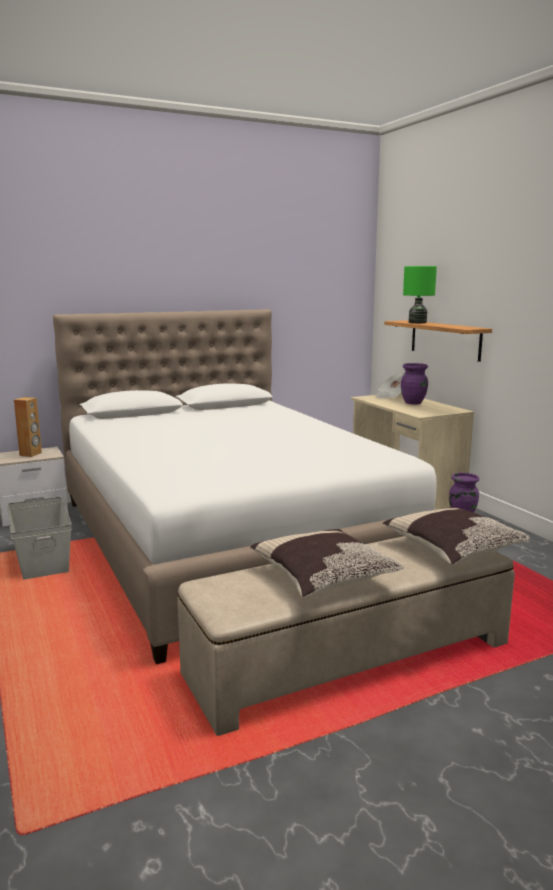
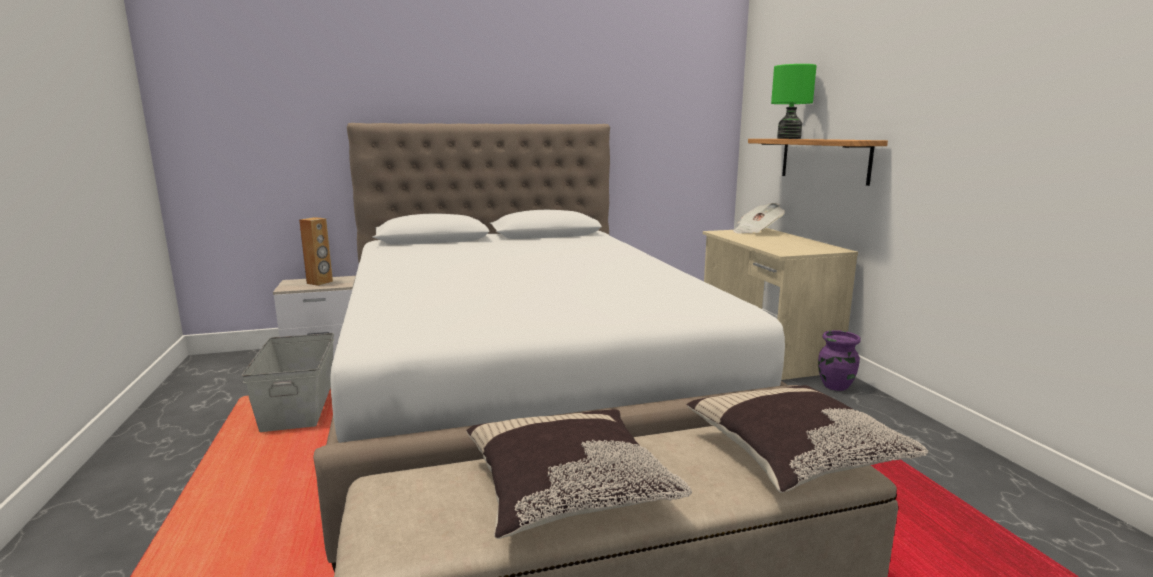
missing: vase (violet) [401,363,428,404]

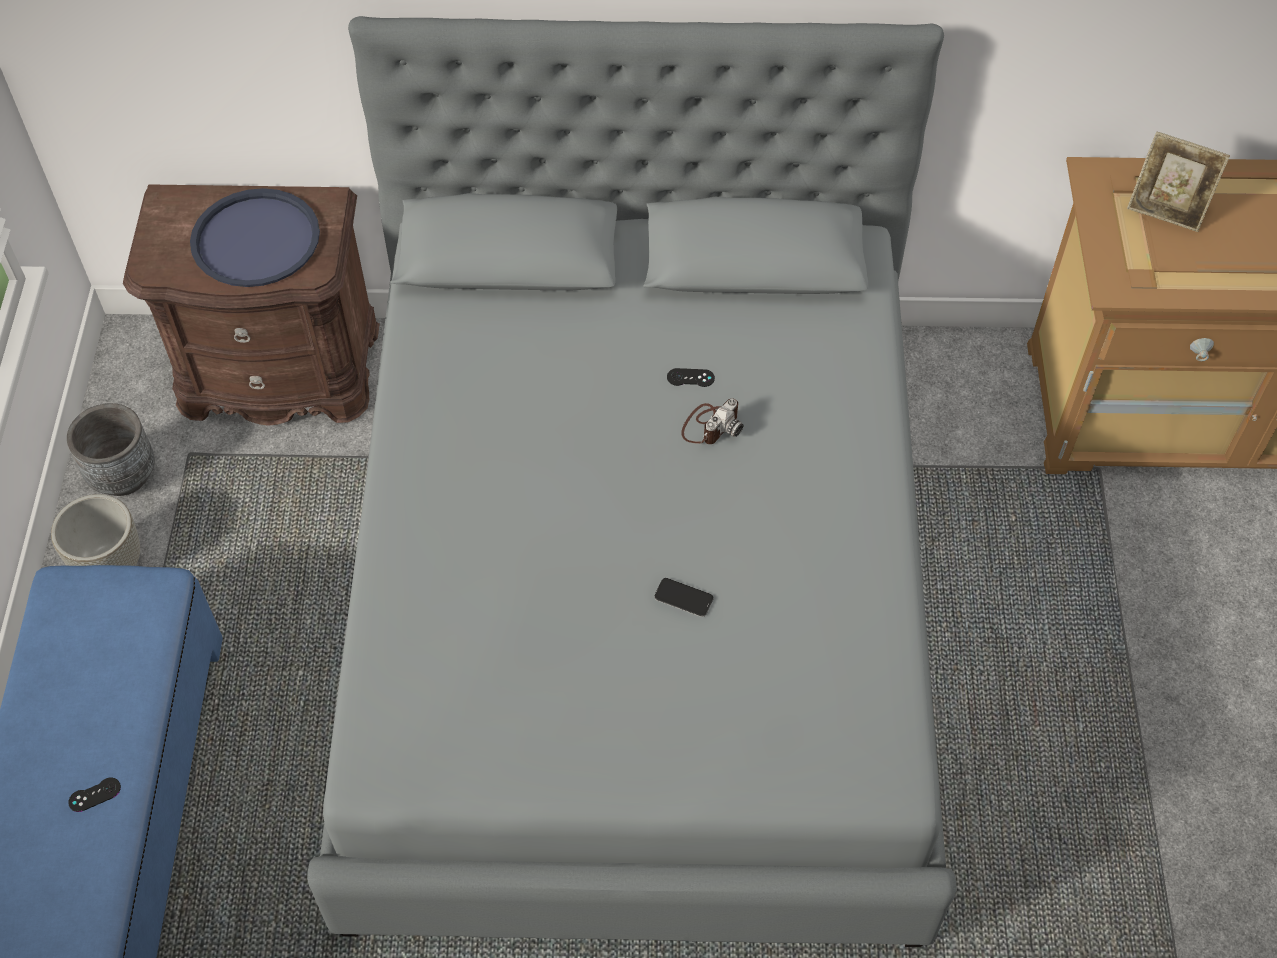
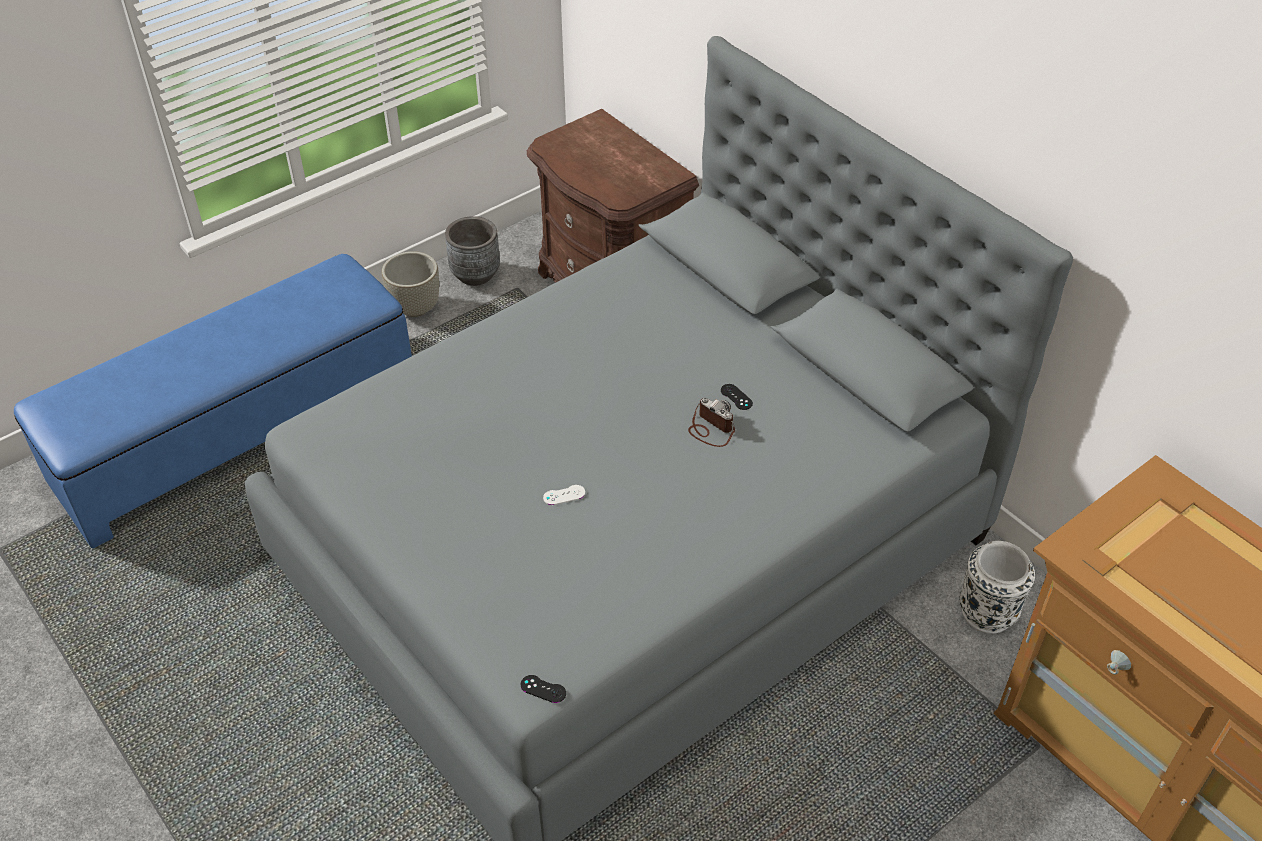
missing: plateau (bleu) [190,188,320,287]; cadre photo [1127,131,1230,232]
appeared: vase (blanc) [959,541,1035,634]
relocated: manette (noir) [68,778,121,812] to [521,675,566,703]
exchanged: téléphone [654,578,714,617] to manette (blanc) [543,485,585,505]
spun: appareil photo [681,399,743,444] = [688,398,735,447] 135 degrees counterclockwise

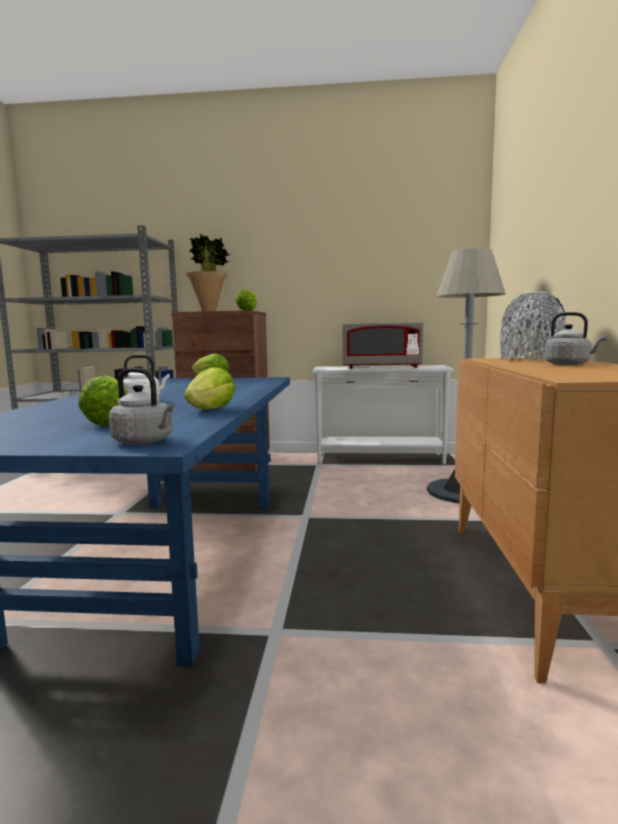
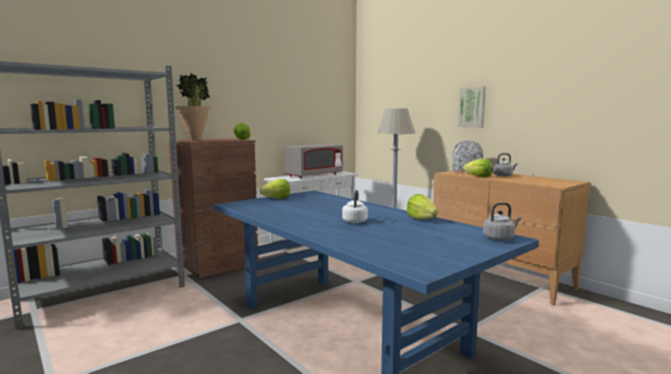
appeared: tableau [458,86,486,128]
relocated: laitue [78,375,127,426] to [463,159,493,177]

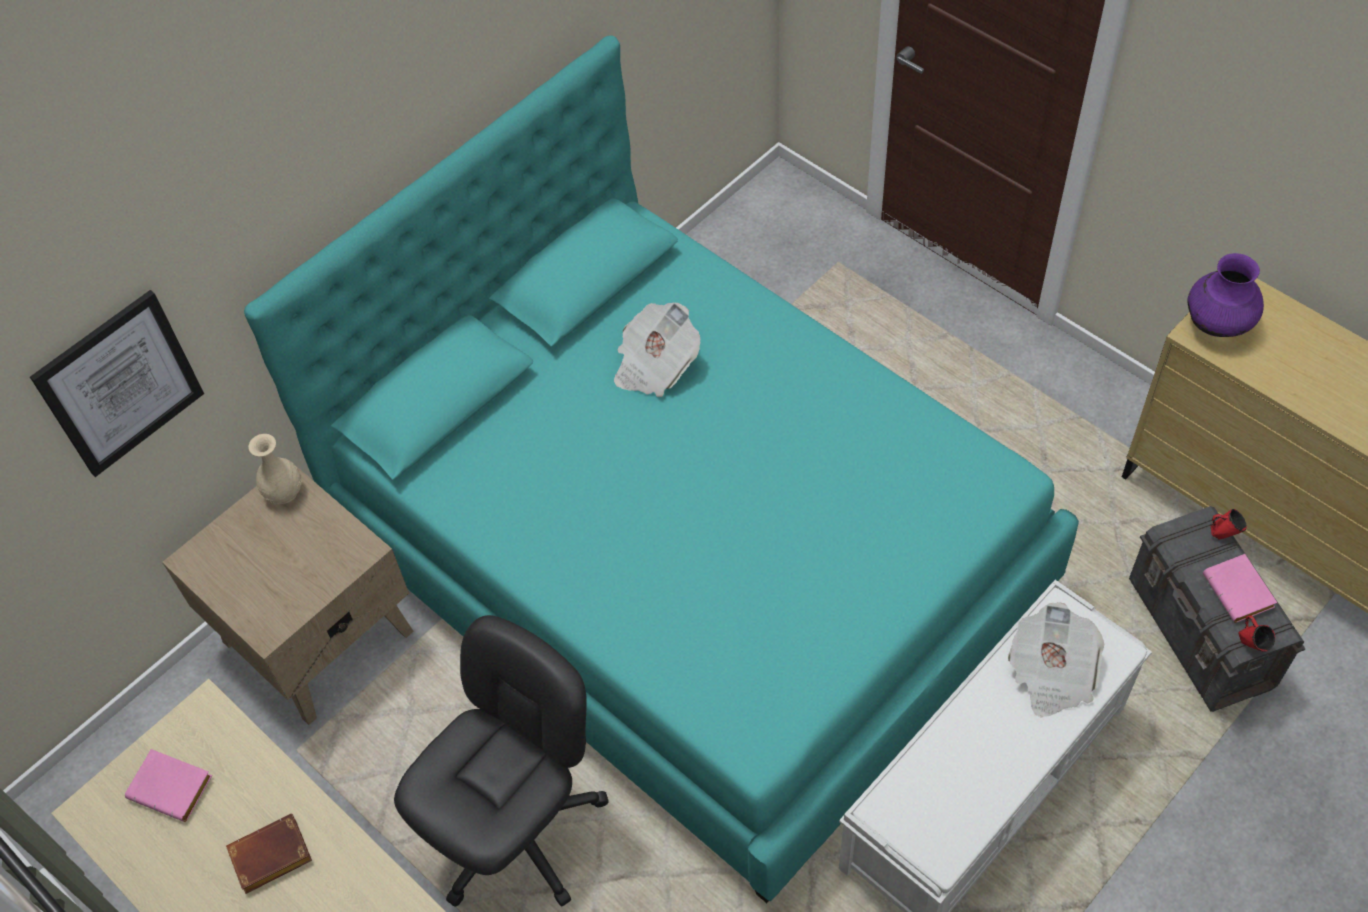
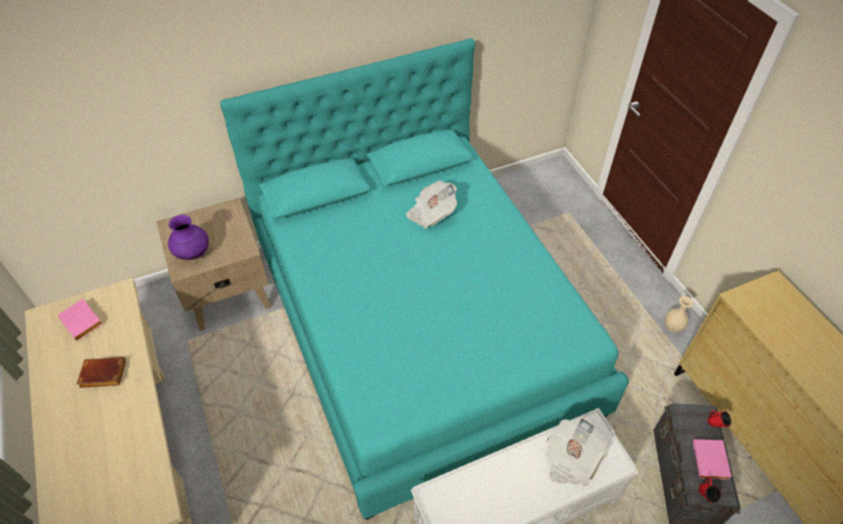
missing: tableau [30,290,204,477]; chaise de bureau (noir) [394,615,609,907]
relocated: vase (violet) [1187,253,1264,337] to [168,215,209,260]; vase (beige) [248,434,302,504] to [665,296,694,332]

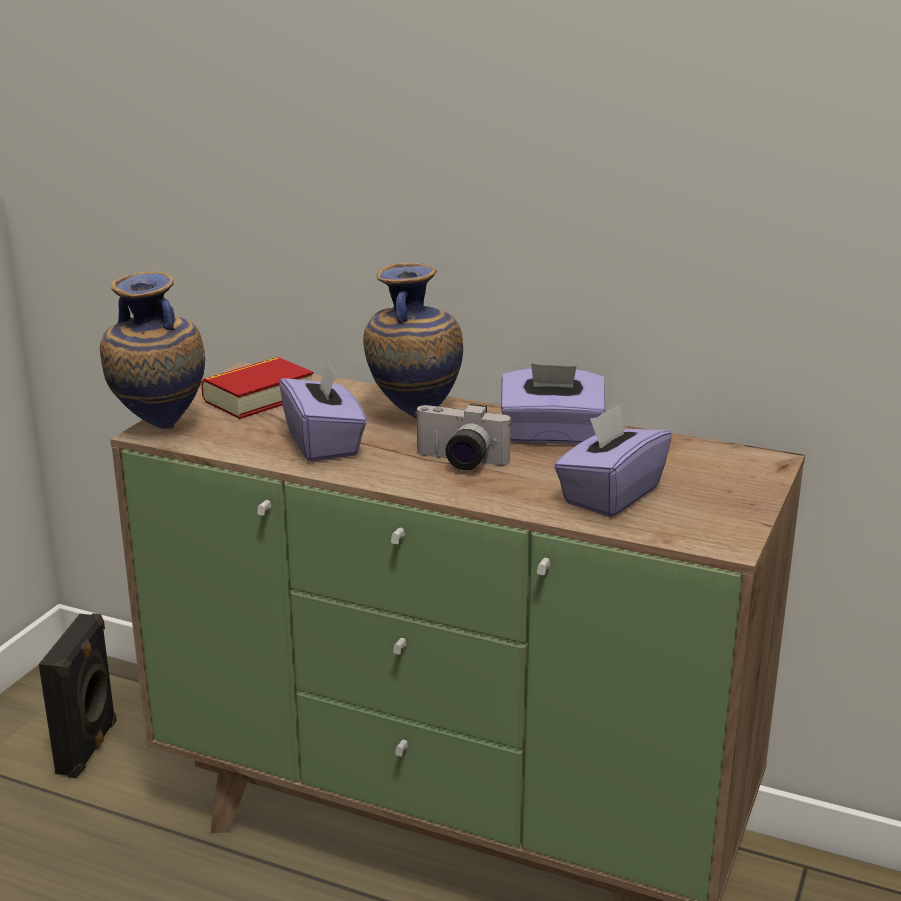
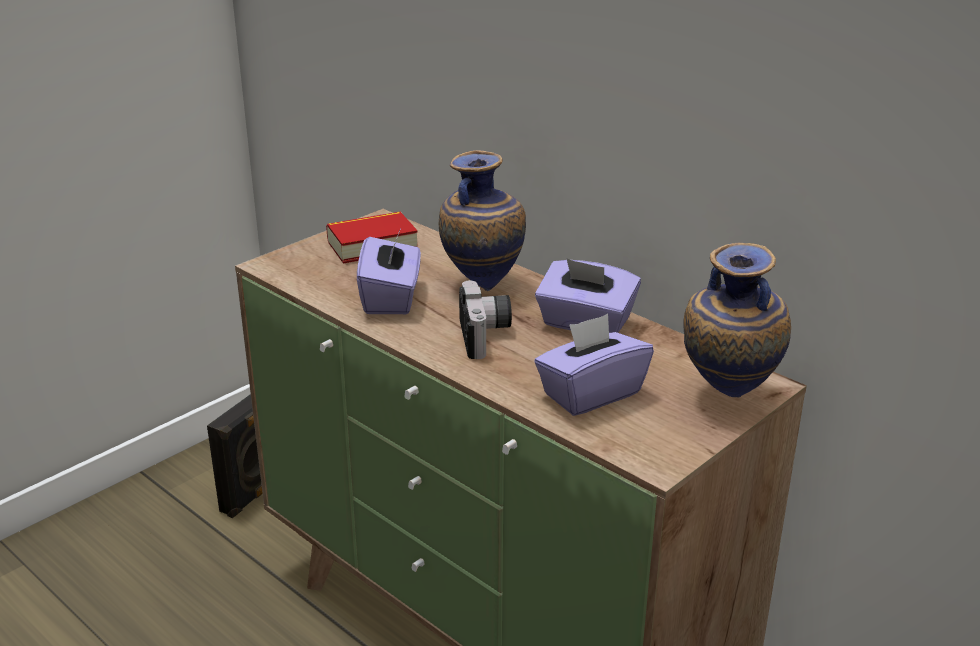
relocated: vase [100,271,205,429] to [684,243,791,397]
spun: appareil photo [414,404,511,470] = [459,280,512,359] 135 degrees counterclockwise

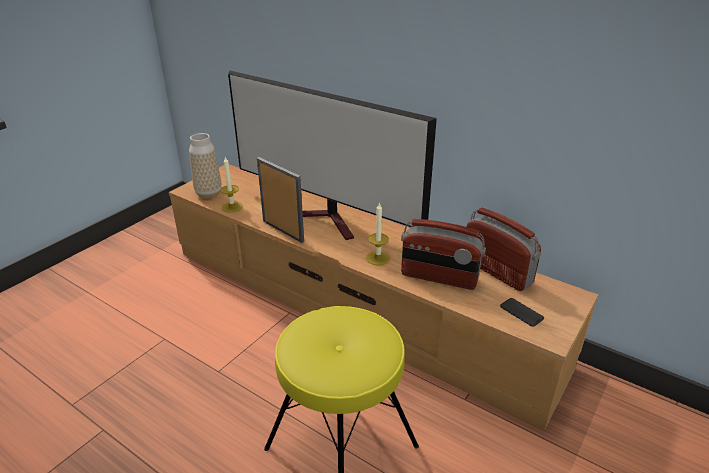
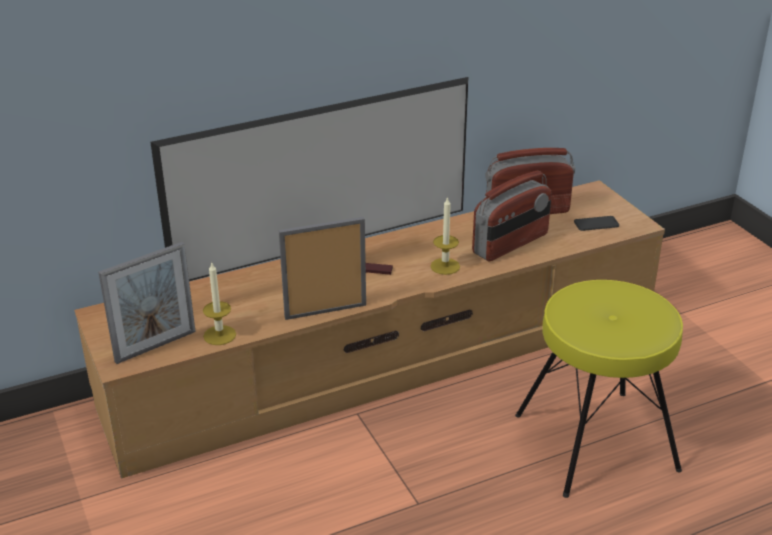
exchanged: vase [189,133,222,198] to cadre photo [98,242,196,364]

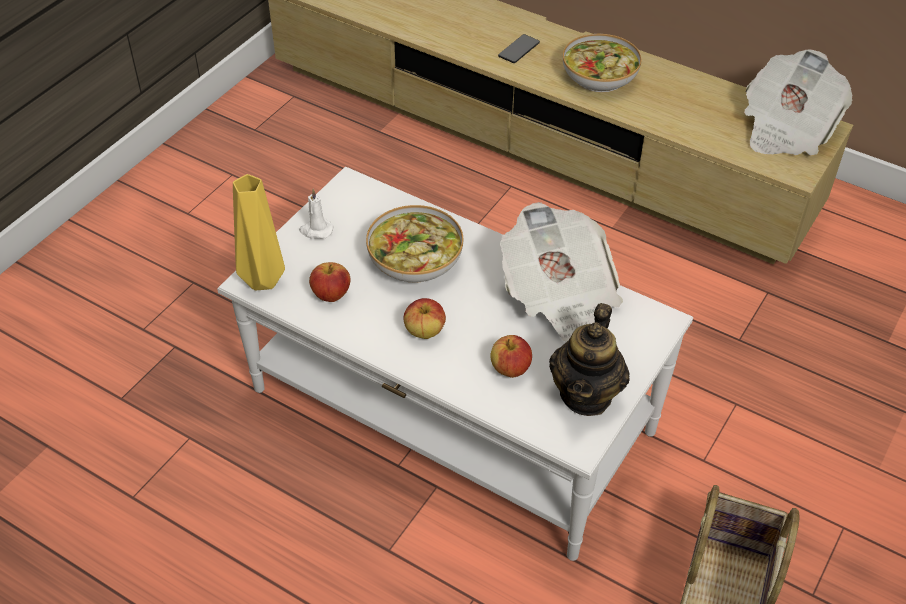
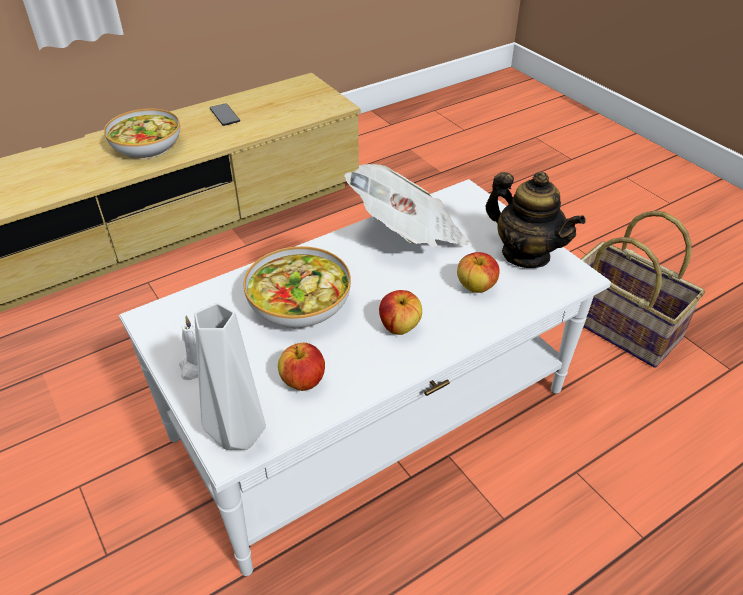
missing: journal [744,49,852,156]
relocated: téléphone [498,34,540,63] to [210,103,240,126]
colour: vase (jaune) [233,174,285,290] to vase (gris) [194,303,266,450]

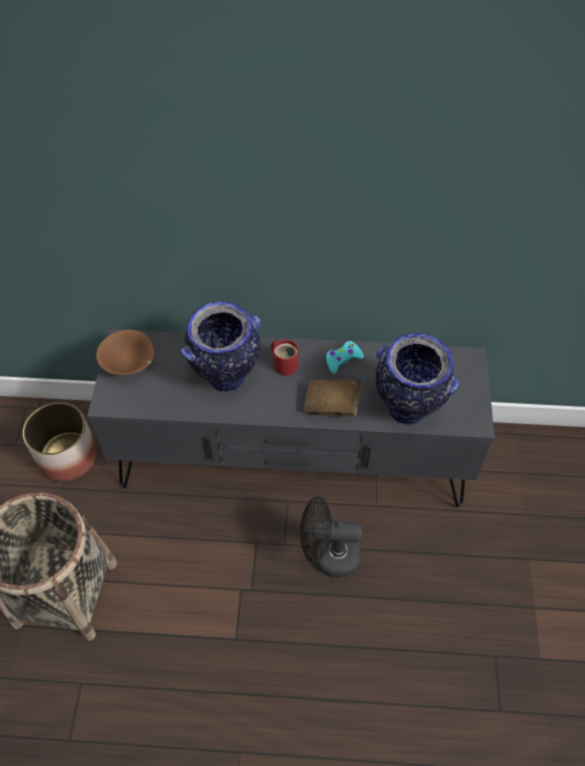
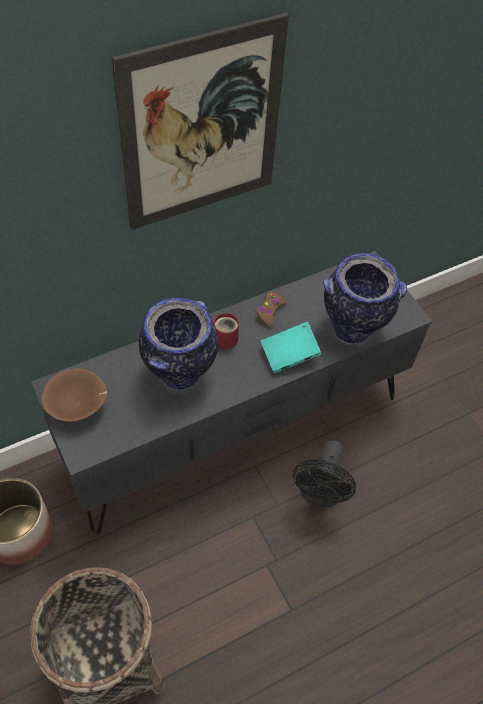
appeared: tableau [112,13,289,230]
colour: manette (turquoise) [325,341,364,374] to manette (marron) [256,292,287,328]; livre (marron) [304,379,361,417] to livre (turquoise) [261,322,321,373]
spun: ventilateur (noir) [300,496,362,578] = [293,440,356,508] 45 degrees counterclockwise

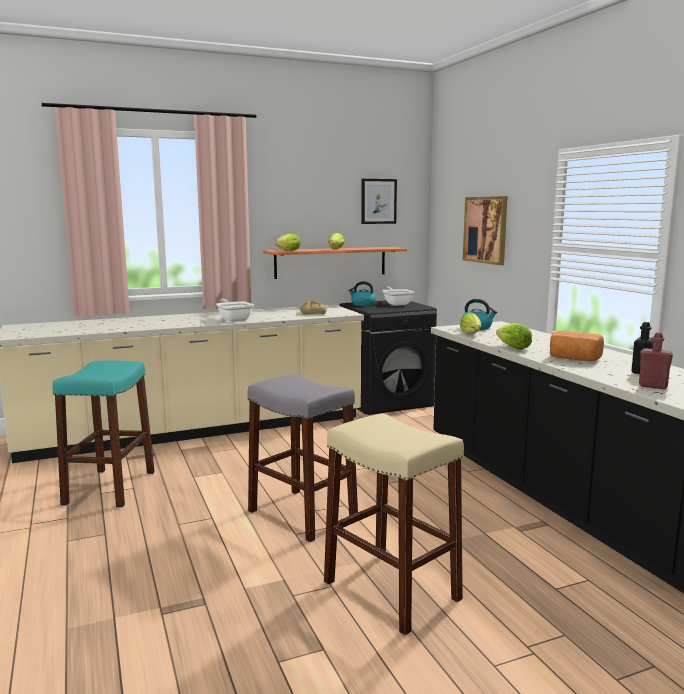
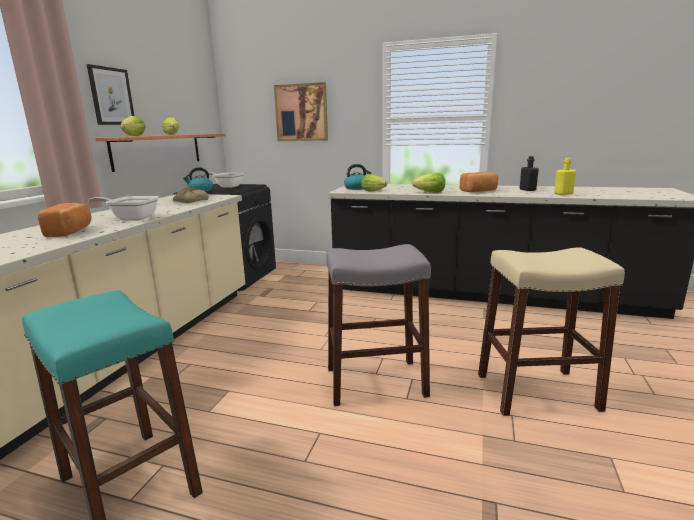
appeared: pain [38,203,92,237]
relocated: tableau [361,179,397,224] to [87,64,134,125]
colour: bouteille (rouge) [639,332,673,389] to bouteille (jaune) [554,158,576,195]

